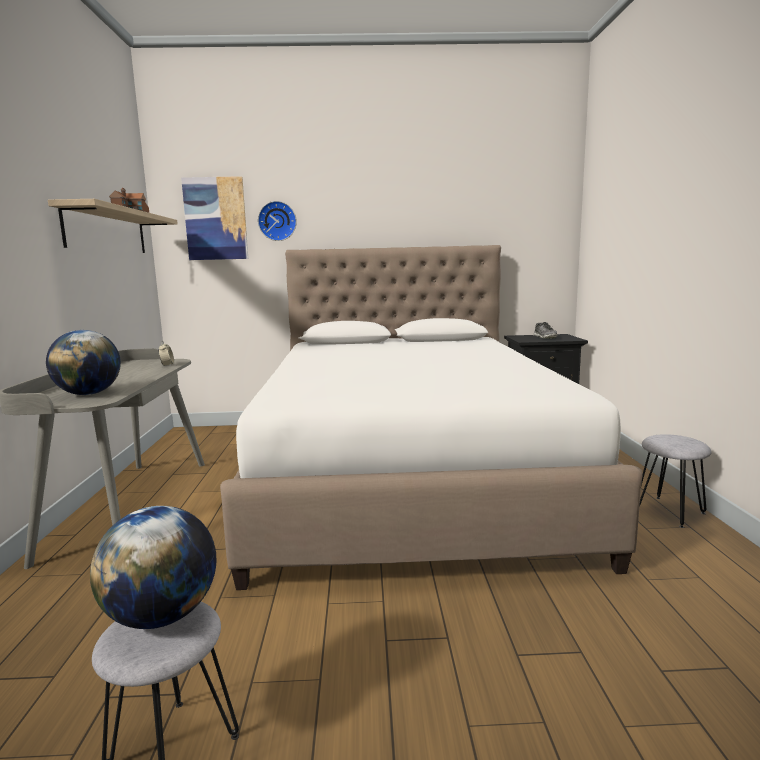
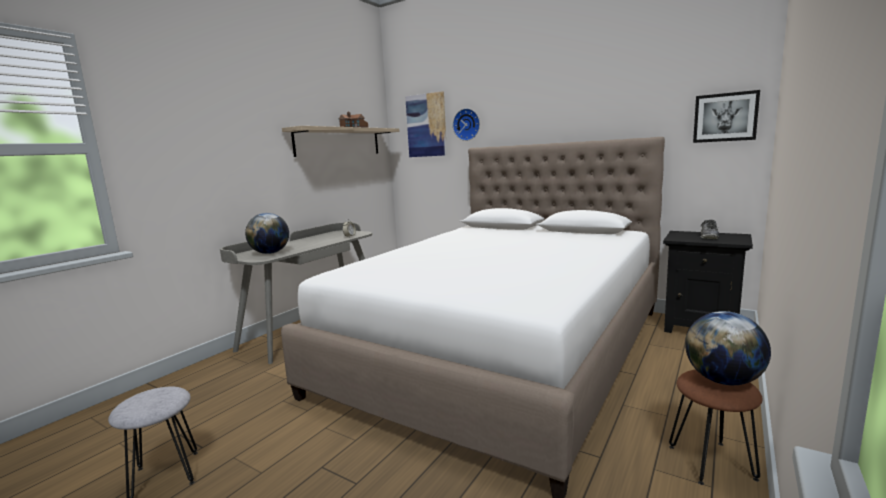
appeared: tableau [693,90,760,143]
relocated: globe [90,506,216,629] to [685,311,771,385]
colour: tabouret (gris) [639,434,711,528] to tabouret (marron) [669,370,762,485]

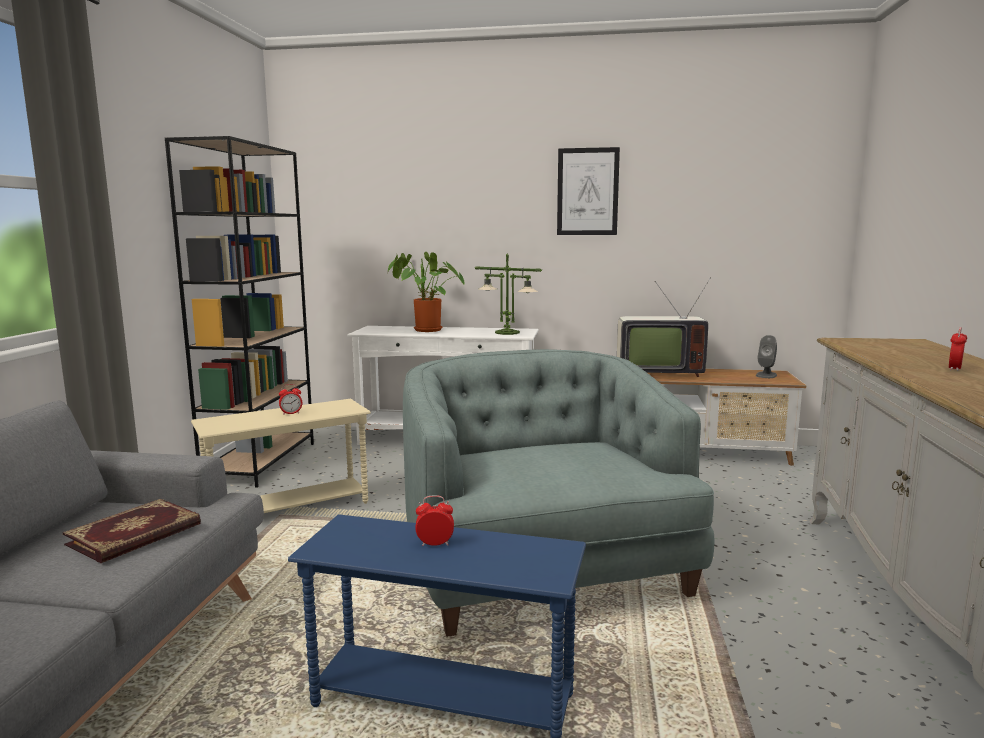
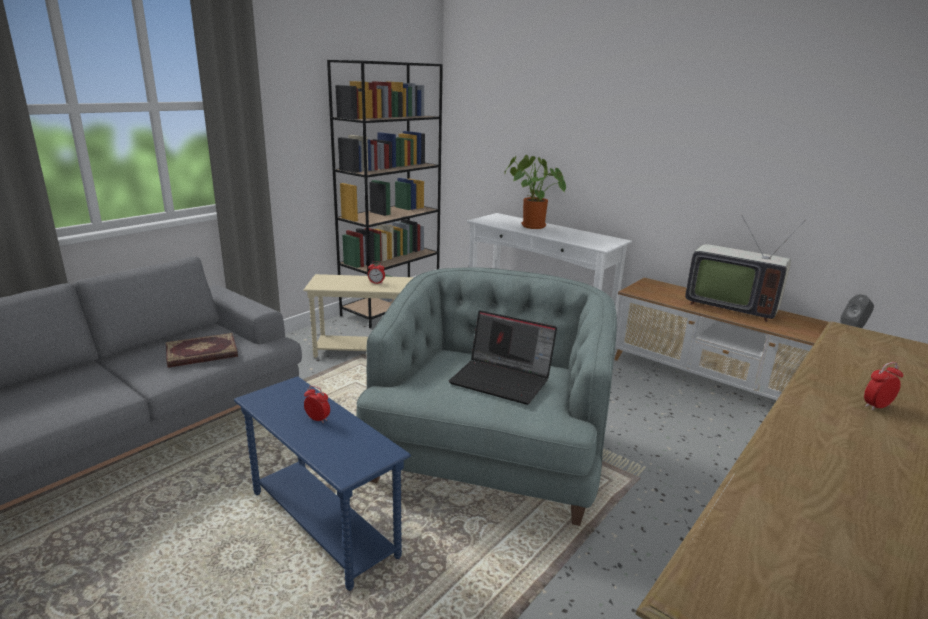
missing: lampe de table [475,254,542,335]; tableau [557,147,620,235]
appeared: ordinateur portable [449,310,557,405]

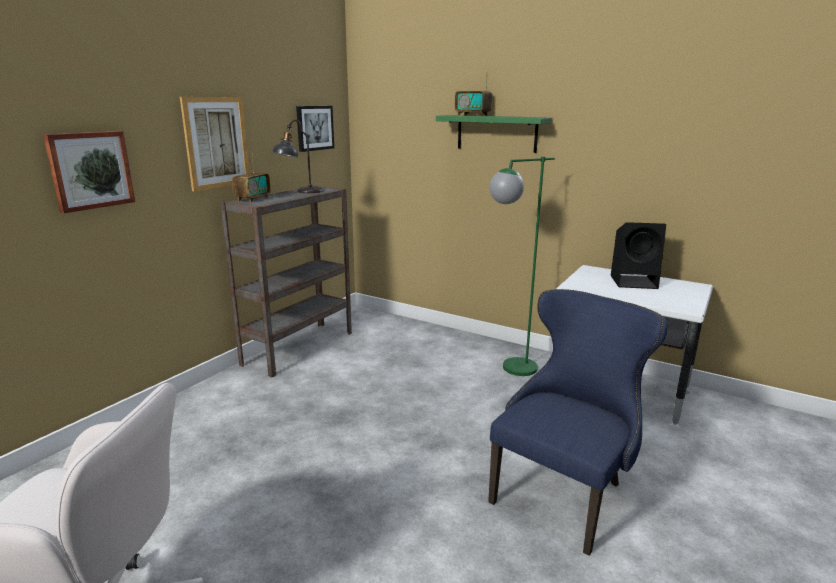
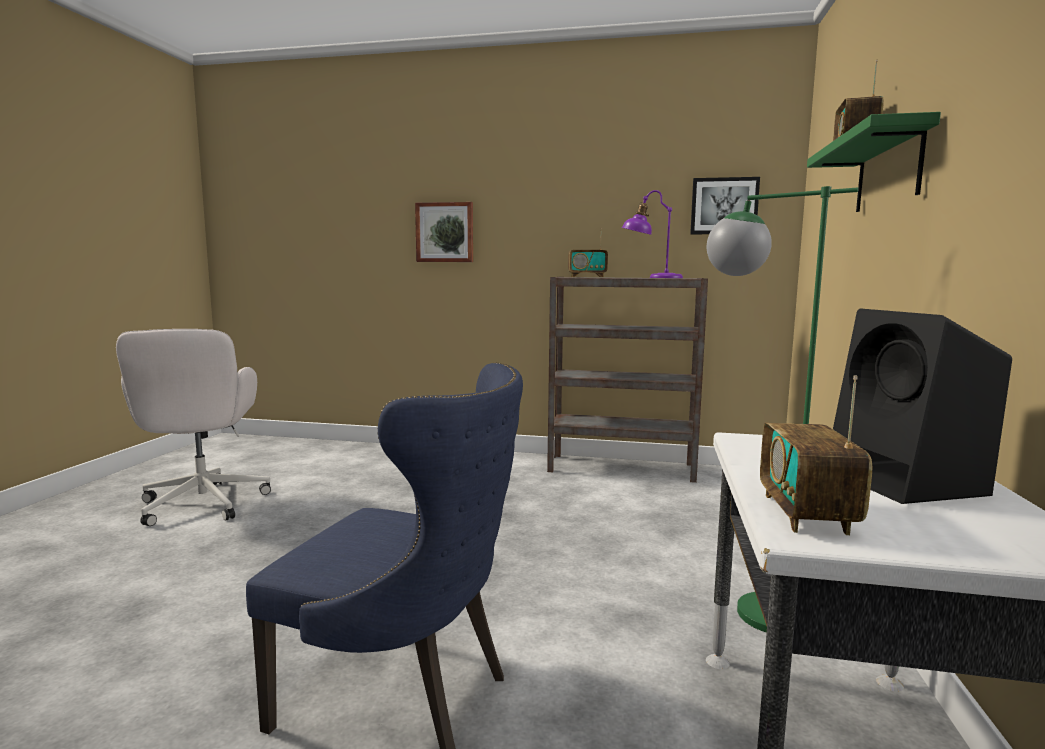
missing: tableau [180,97,250,192]
appeared: radio [760,375,872,535]
colour: lampe de table (gris) [272,120,323,193] to lampe de table (violet) [622,190,683,278]

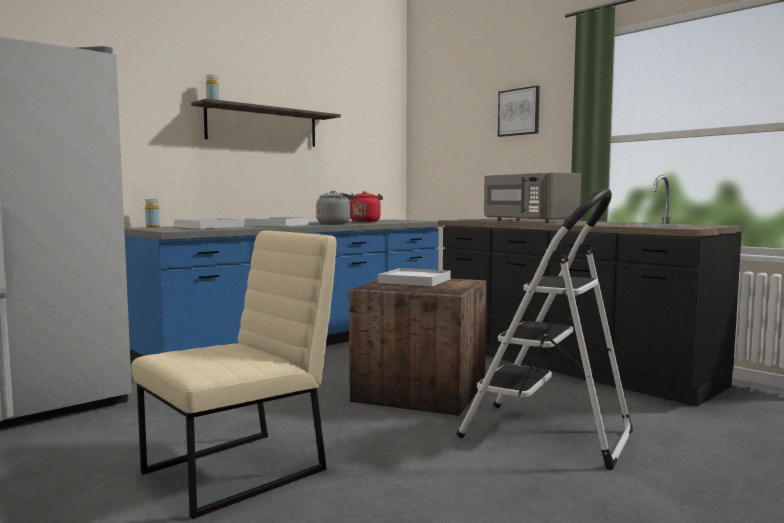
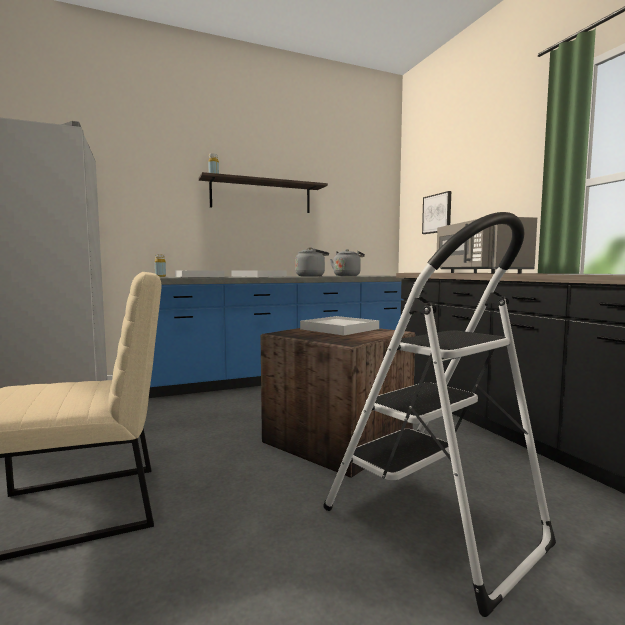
relocated: tableau [498,86,540,137] to [422,191,451,234]
colour: bouilloire (rouge) [350,191,383,222] to bouilloire (gris) [330,249,365,276]

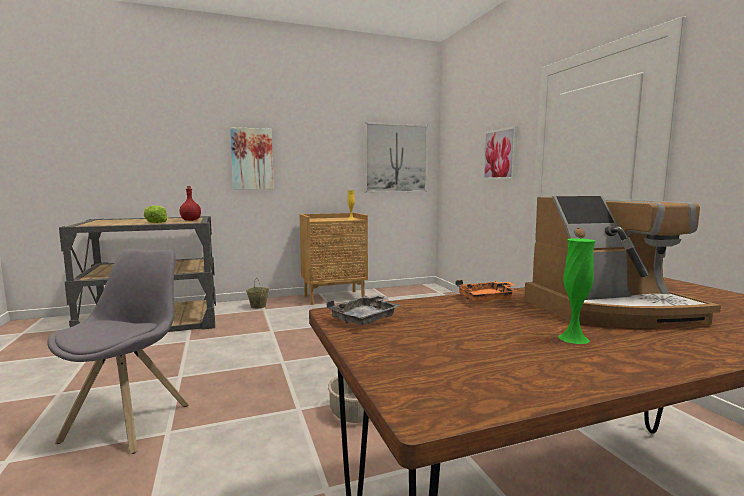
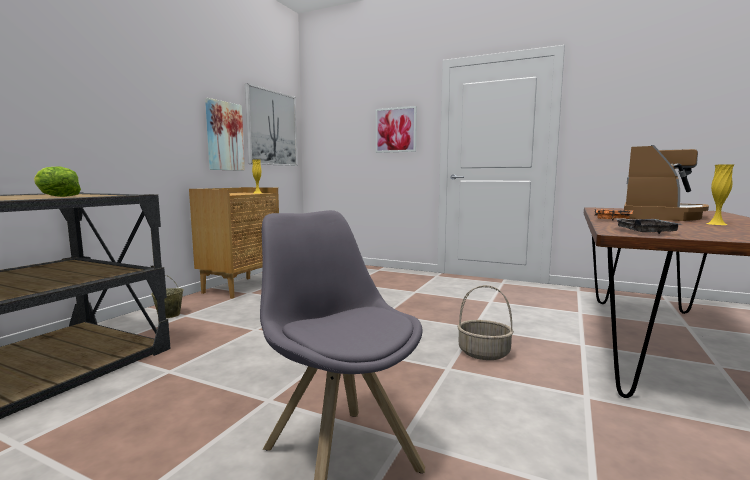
missing: bouteille (rouge) [180,186,201,221]
relocated: tableau [230,127,274,189] to [205,98,245,171]
colour: vase (vert) [558,238,596,344] to vase (jaune) [706,164,734,225]

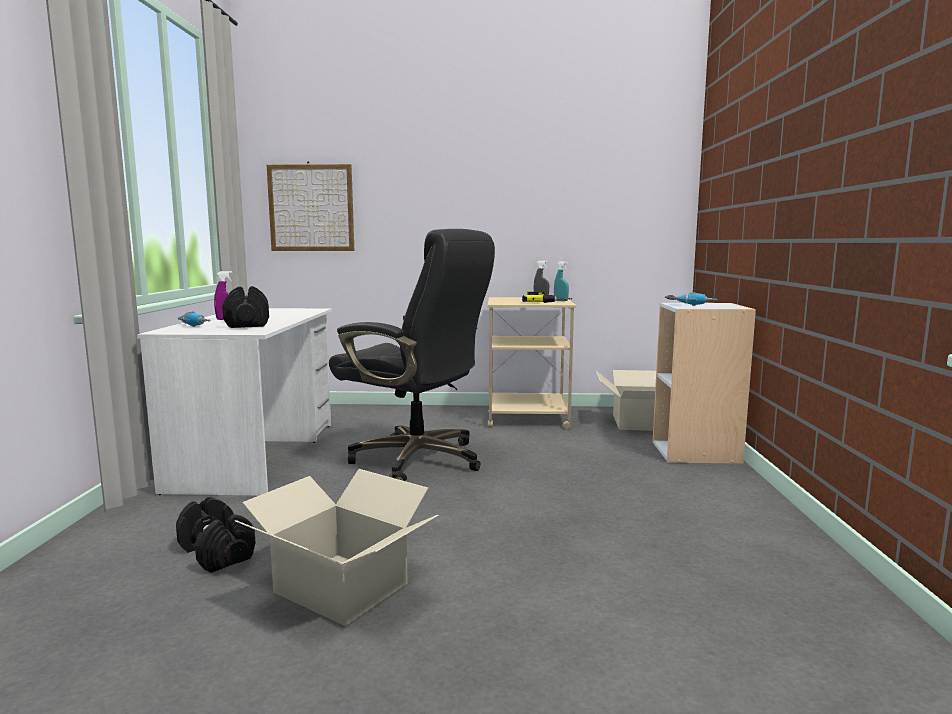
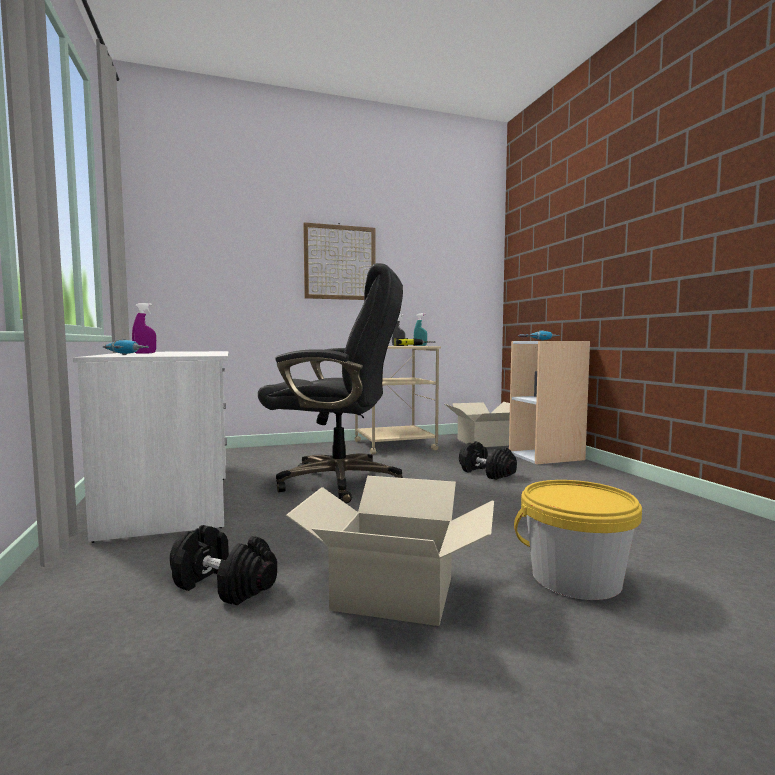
appeared: seau (jaune) [514,480,642,600]
relocated: tableau [267,162,354,251] to [303,222,376,300]; haltère (noir) [222,286,269,328] to [459,441,517,480]

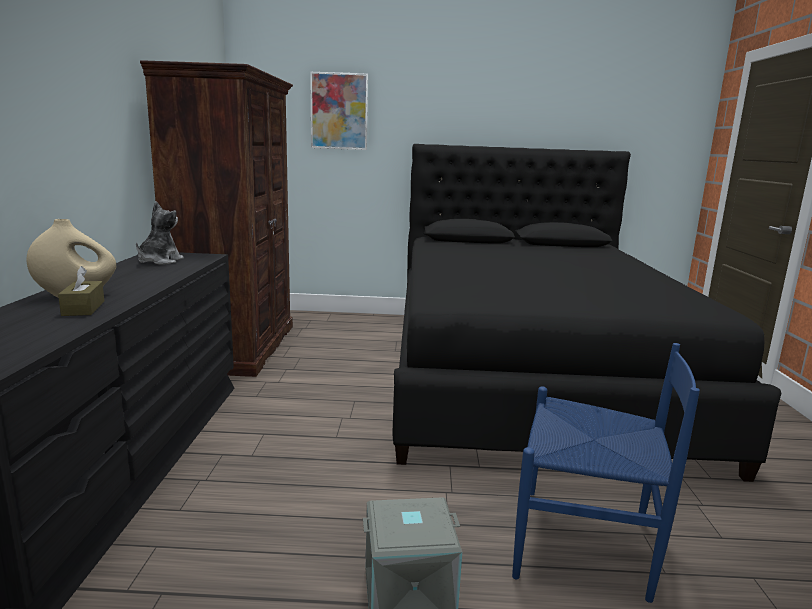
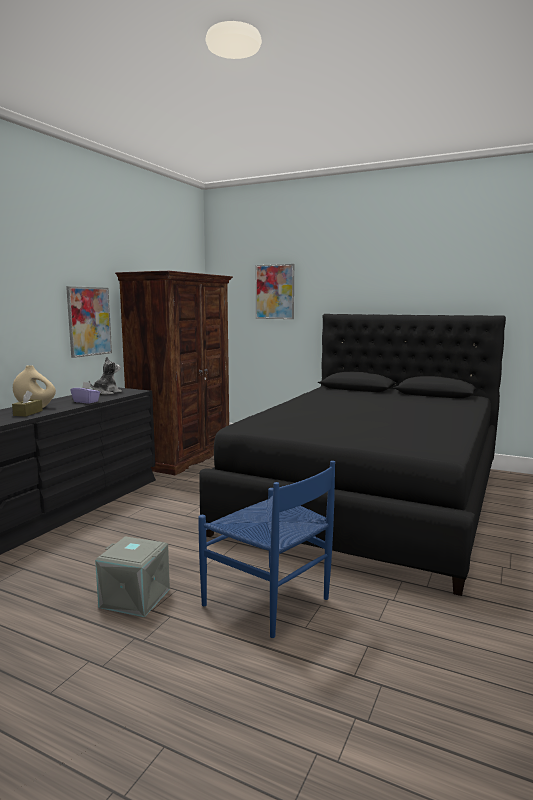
appeared: tableau [66,286,112,358]; boîte à mouchoirs (violet) [70,382,101,404]

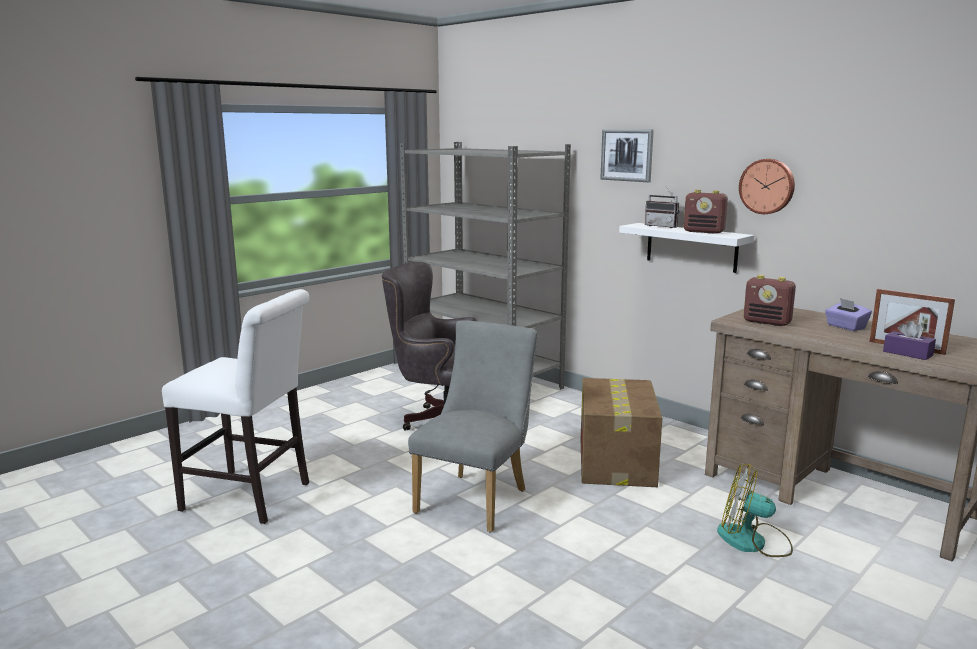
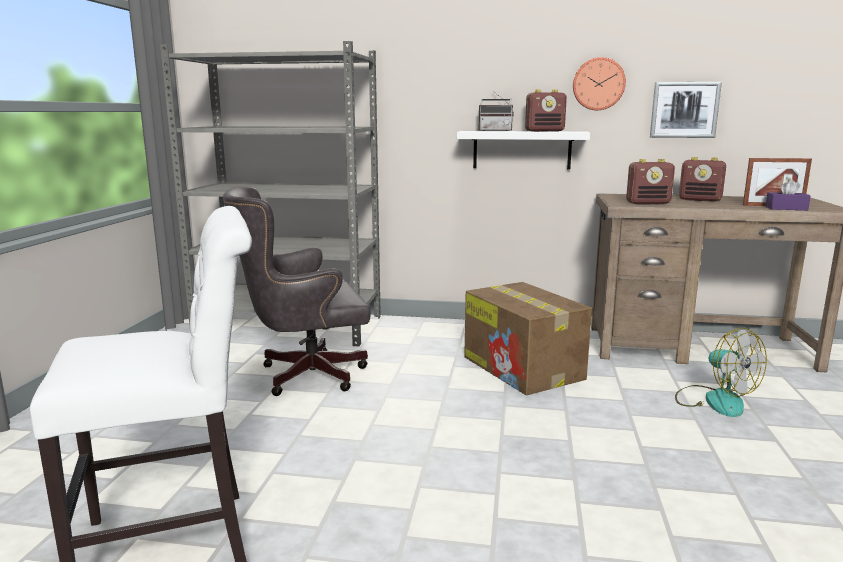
missing: chaise (gris) [408,320,538,533]
relocated: tableau [600,129,654,182] to [650,82,722,138]
exchanged: boîte à mouchoirs (violet) [825,298,872,331] to radio [679,157,726,202]
spun: ventilateur [717,464,793,557] = [675,327,767,417] 105 degrees counterclockwise

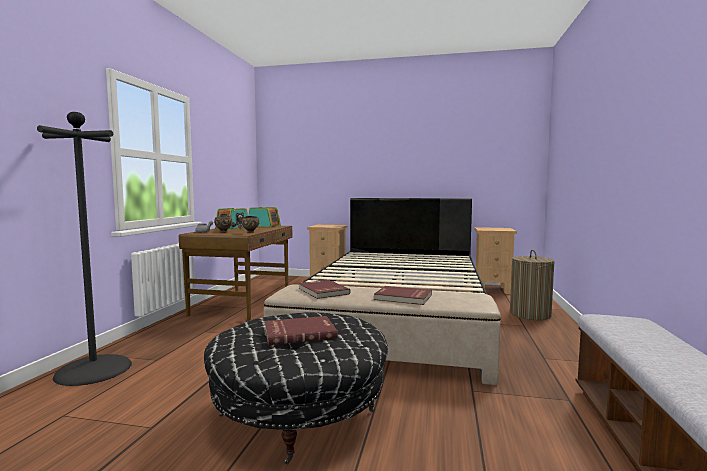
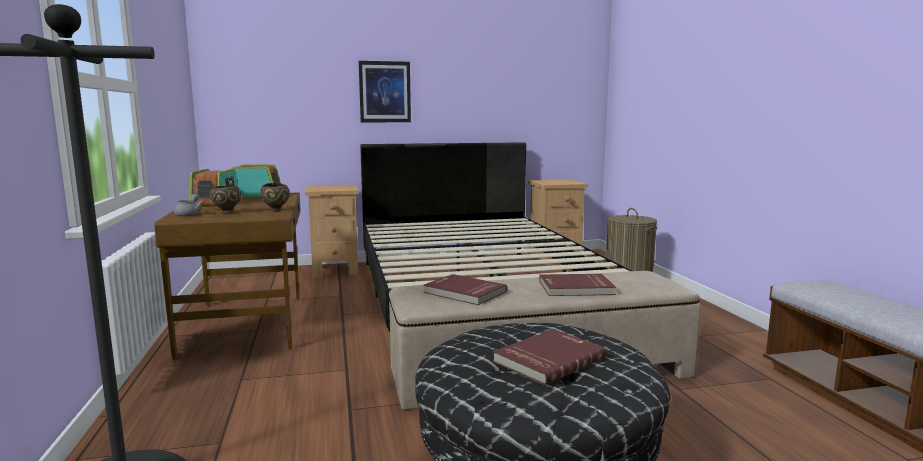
appeared: tableau [359,61,411,122]

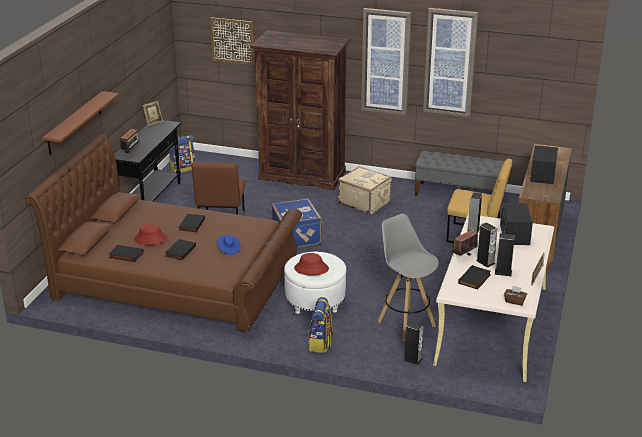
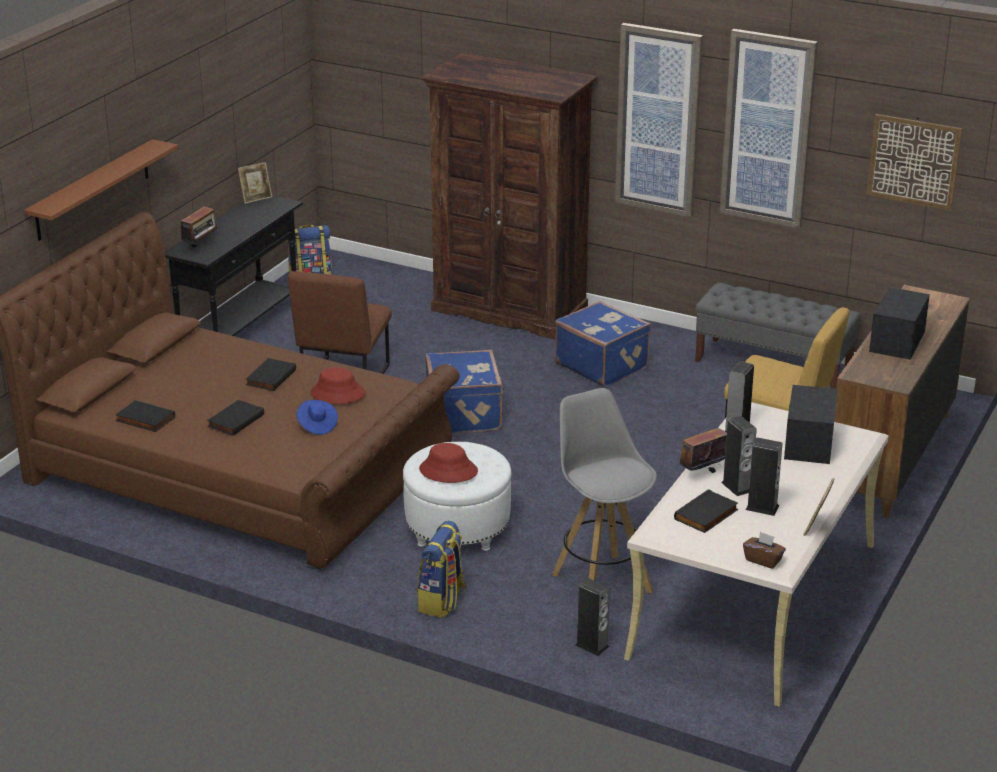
relocated: chapeau (rouge) [134,224,168,245] to [311,367,366,404]; tableau [210,17,254,65] to [867,114,962,210]
colour: valise (beige) [338,166,392,214] to valise (bleu) [555,301,651,387]

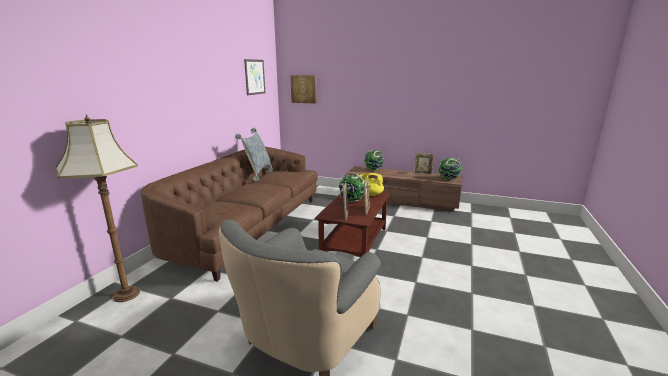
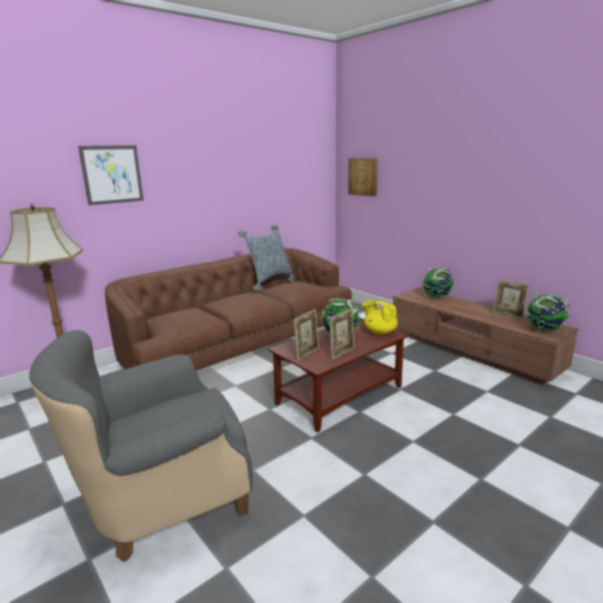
relocated: tableau [244,59,266,95] to [78,145,144,205]

